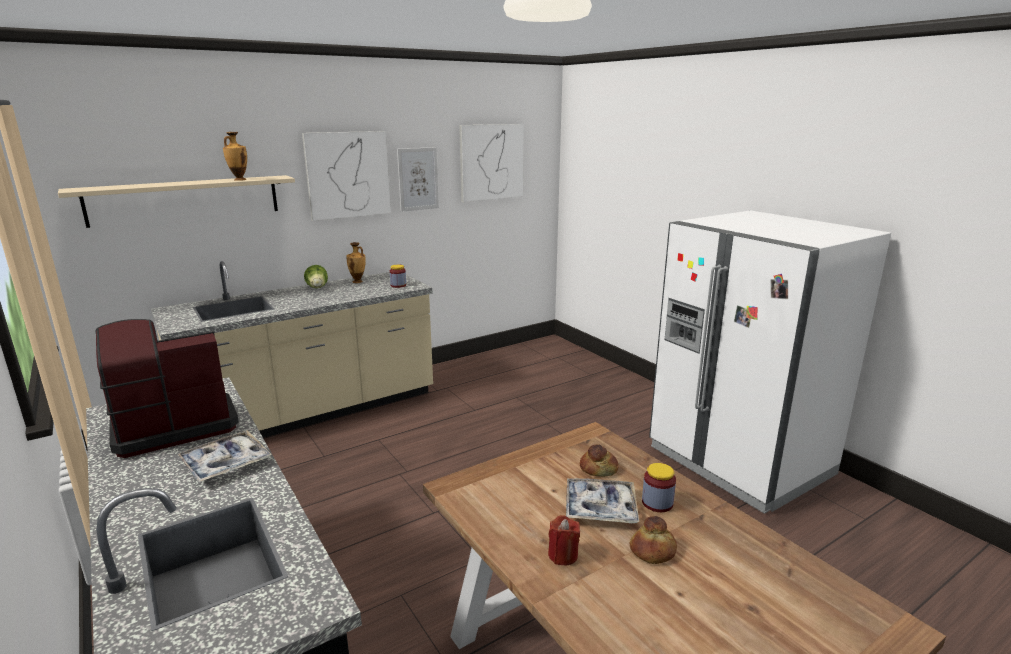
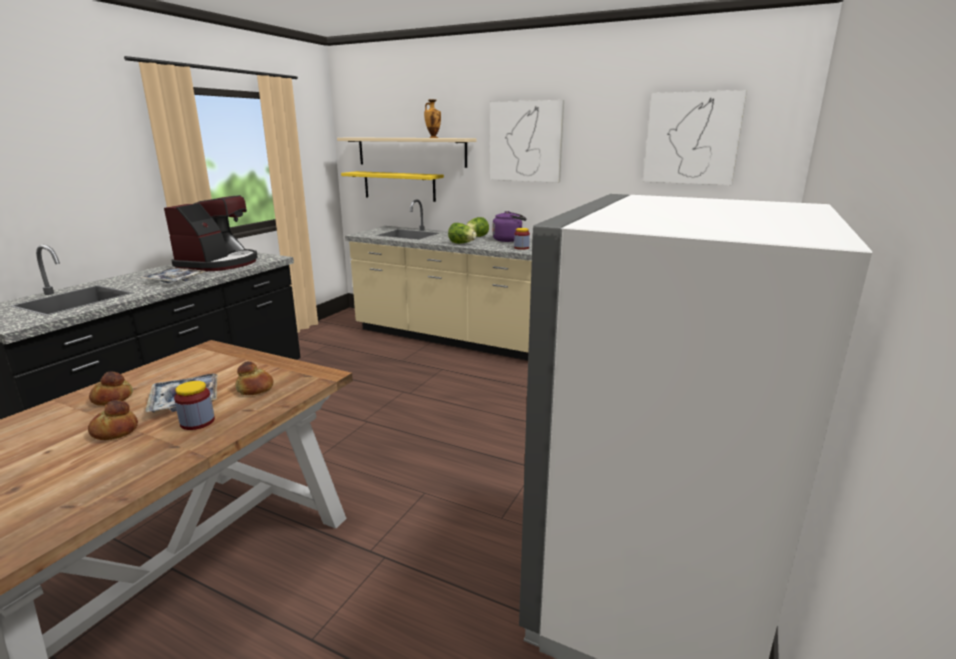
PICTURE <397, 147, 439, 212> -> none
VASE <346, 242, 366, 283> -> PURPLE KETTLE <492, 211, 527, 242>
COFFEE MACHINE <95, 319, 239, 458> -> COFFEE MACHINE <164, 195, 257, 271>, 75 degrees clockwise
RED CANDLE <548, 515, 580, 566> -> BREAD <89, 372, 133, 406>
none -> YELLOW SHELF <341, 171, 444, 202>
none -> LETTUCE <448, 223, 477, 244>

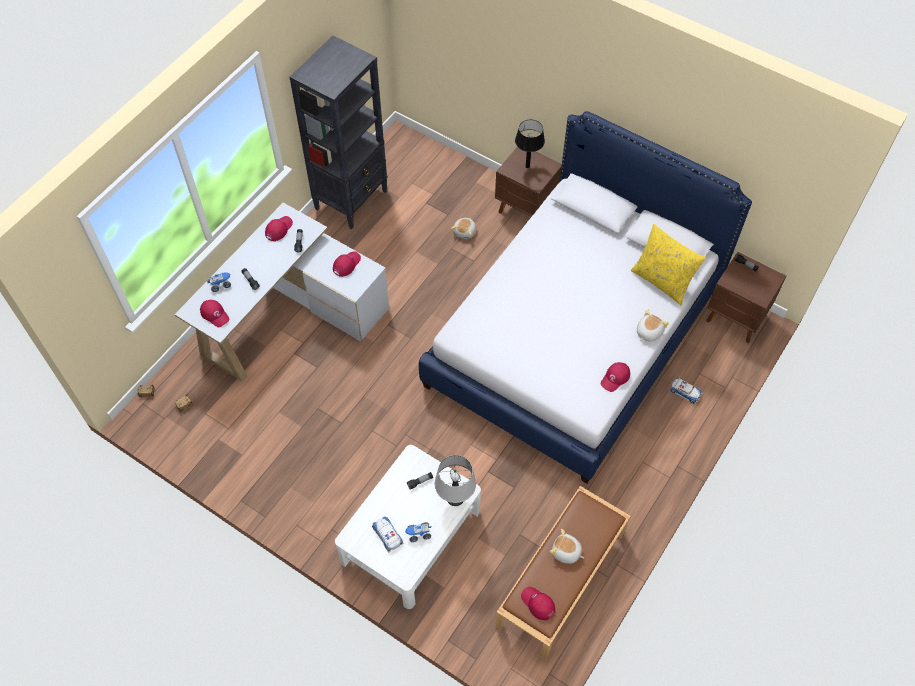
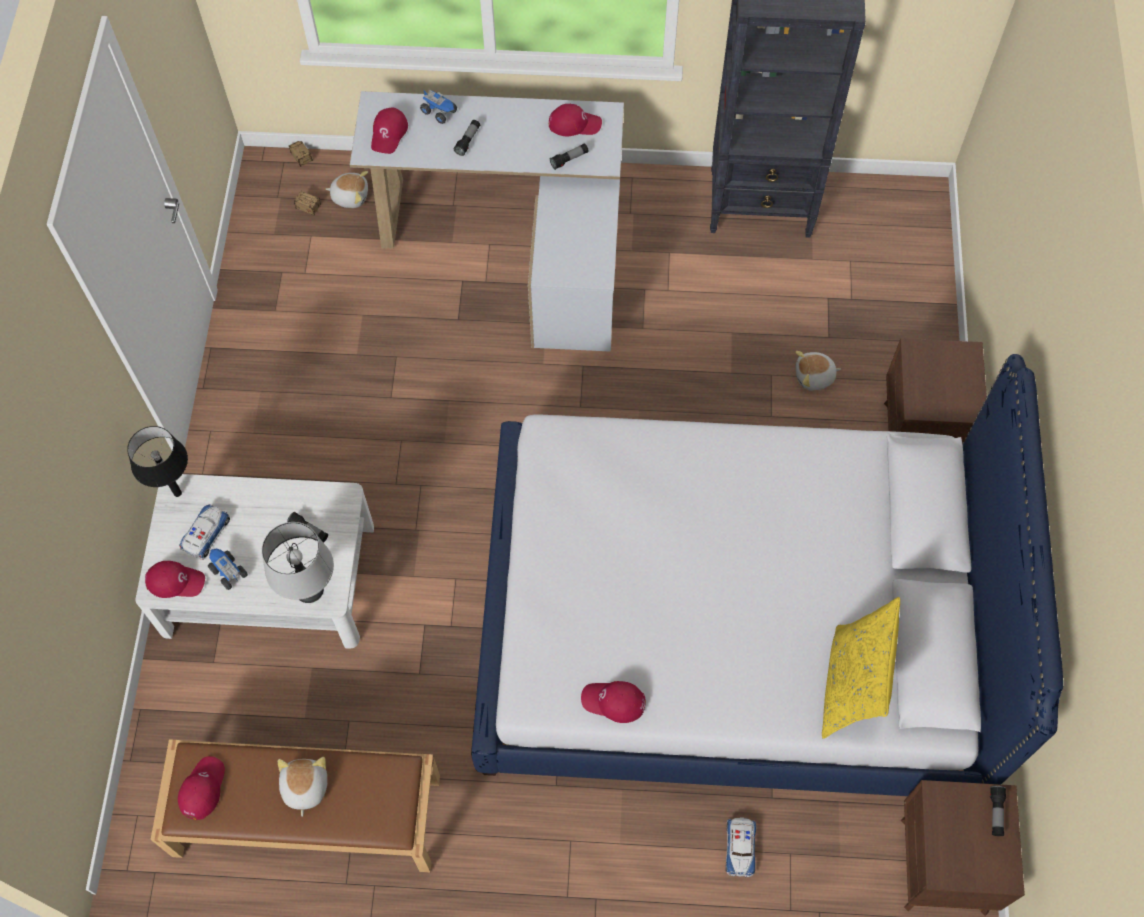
BLACK TABLE LAMP <515, 120, 545, 168> -> BLACK TABLE LAMP <127, 426, 188, 497>, move
RED CAP <333, 251, 361, 277> -> RED CAP <145, 561, 205, 598>, move
PLUSH TOY <637, 310, 669, 342> -> PLUSH TOY <325, 171, 368, 208>, move

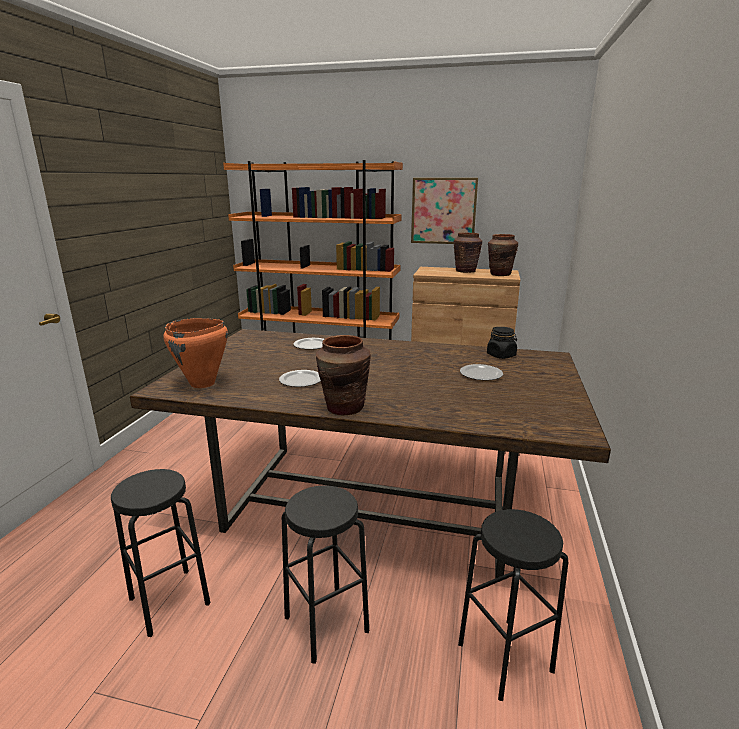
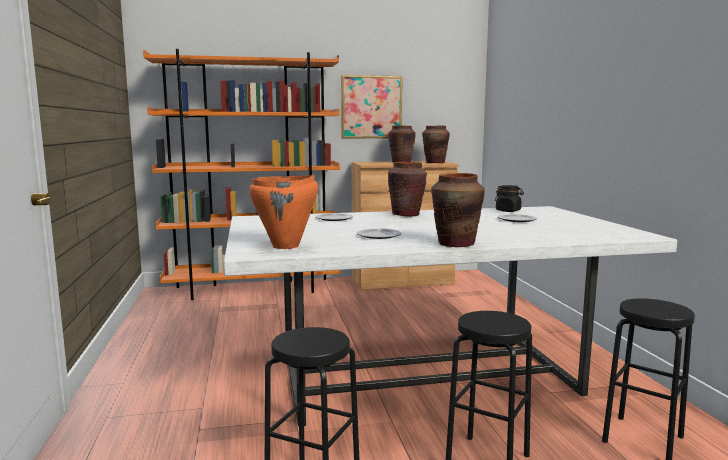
BROWN DINING TABLE <130, 329, 611, 578> -> WHITE DINING TABLE <224, 206, 677, 427>
none -> BROWN VASE <388, 162, 427, 217>

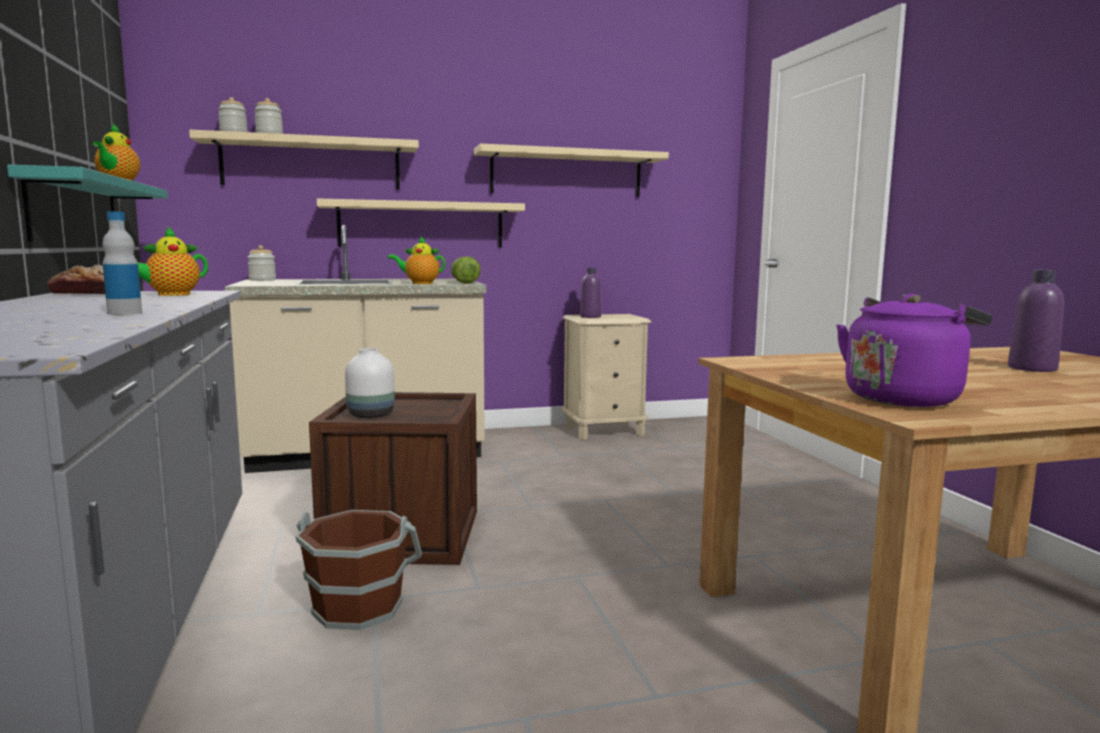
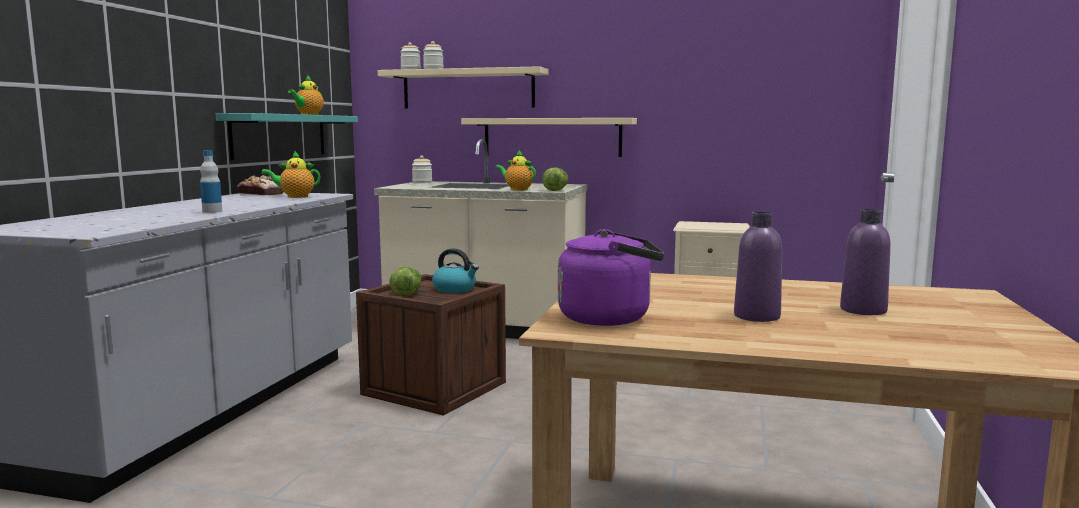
BEIGE SHELF <474, 144, 669, 197> -> none
PURPLE BOTTLE <580, 267, 601, 318> -> PURPLE BOTTLE <734, 212, 782, 322>, move
WHITE VASE <345, 348, 395, 418> -> LETTUCE <389, 267, 422, 296>
BROWN BUCKET <295, 510, 422, 630> -> none
none -> KETTLE <432, 248, 479, 293>

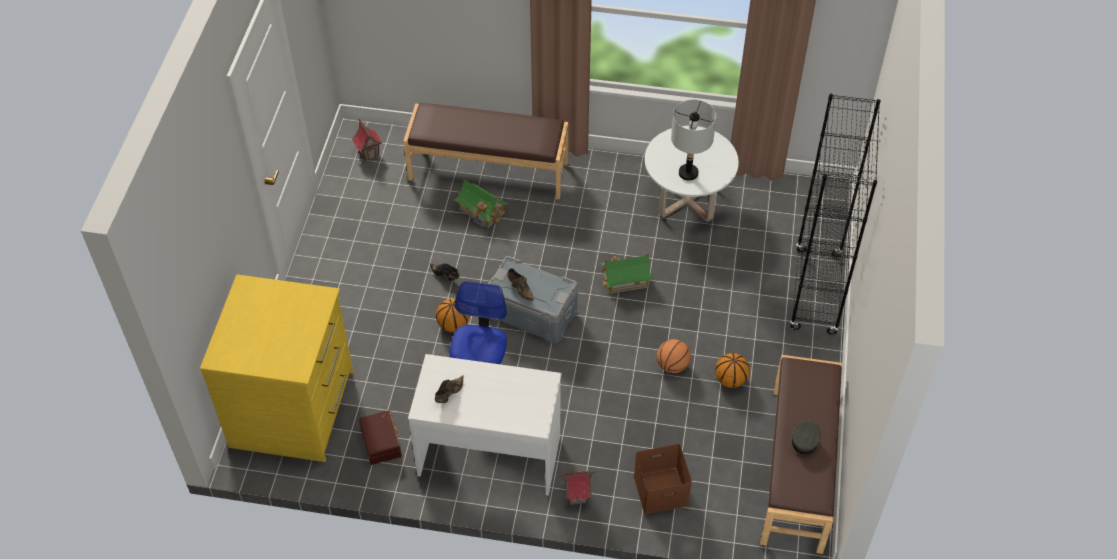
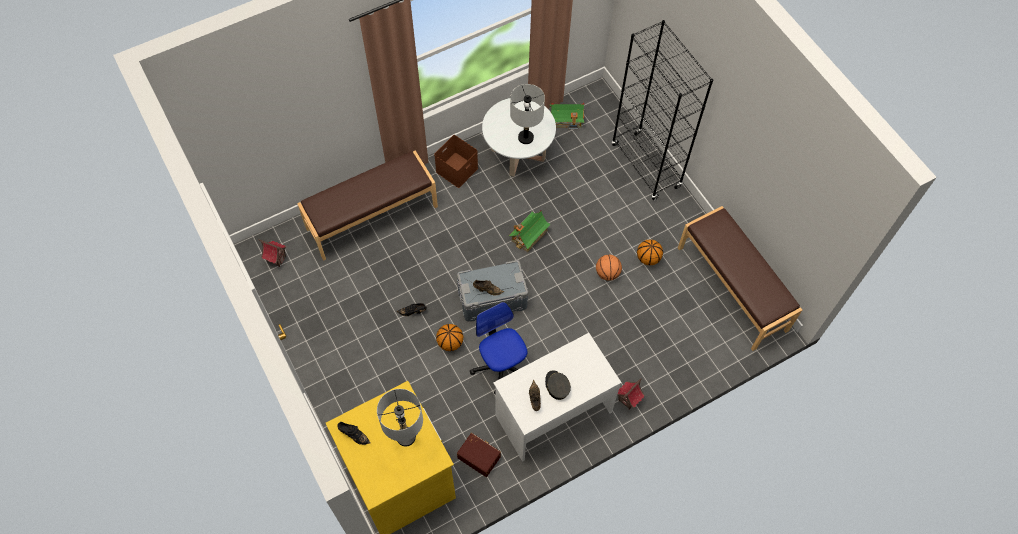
TOY HOUSE <455, 178, 508, 228> -> TOY HOUSE <549, 103, 585, 129>, move
GREY CAP <791, 420, 821, 454> -> GREY CAP <545, 370, 571, 400>, move
BROWN STORAGE BOX <634, 444, 692, 514> -> BROWN STORAGE BOX <434, 135, 478, 188>, move
none -> GREY TABLE LAMP <377, 389, 423, 446>
none -> BLACK SHOE <338, 422, 371, 445>

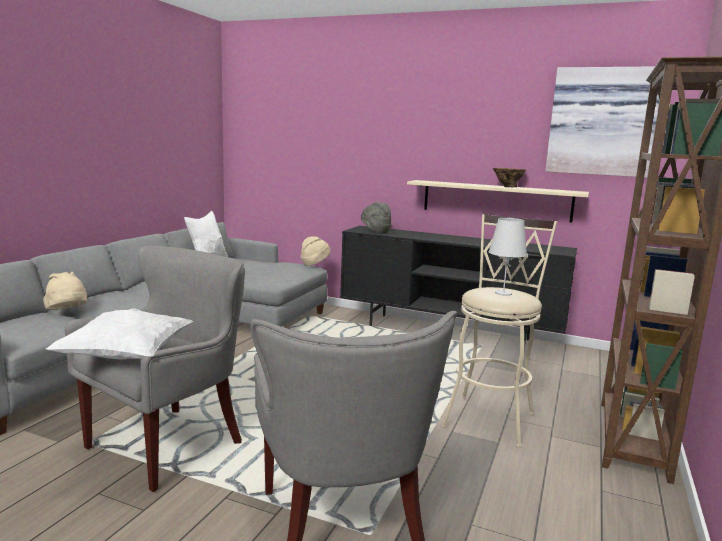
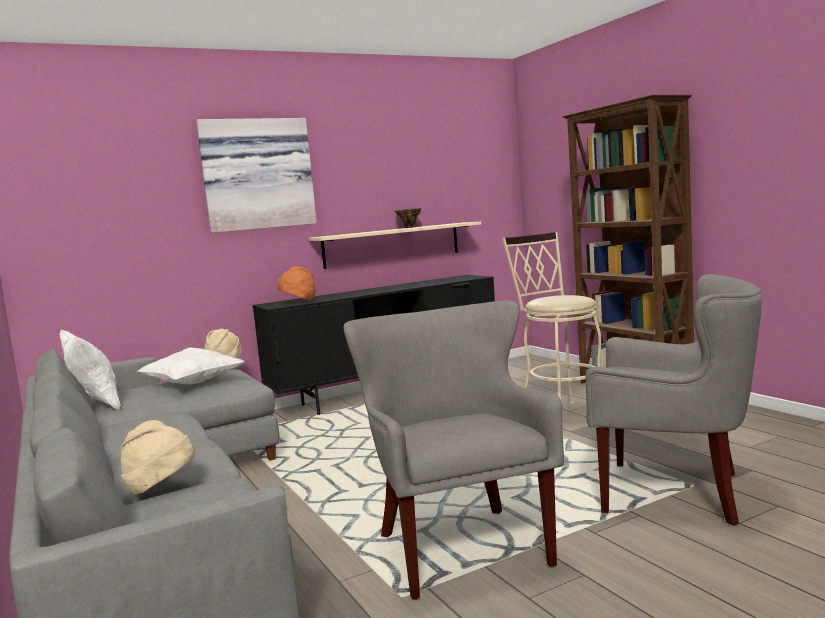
PICTURE <545, 66, 659, 178> -> PICTURE <196, 118, 317, 233>, move
GREY HAT <361, 202, 392, 234> -> ORANGE HAT <277, 266, 316, 301>
WHITE TABLE LAMP <489, 218, 527, 296> -> none
WHITE PILLOW <46, 308, 193, 360> -> WHITE PILLOW <137, 348, 245, 384>, move

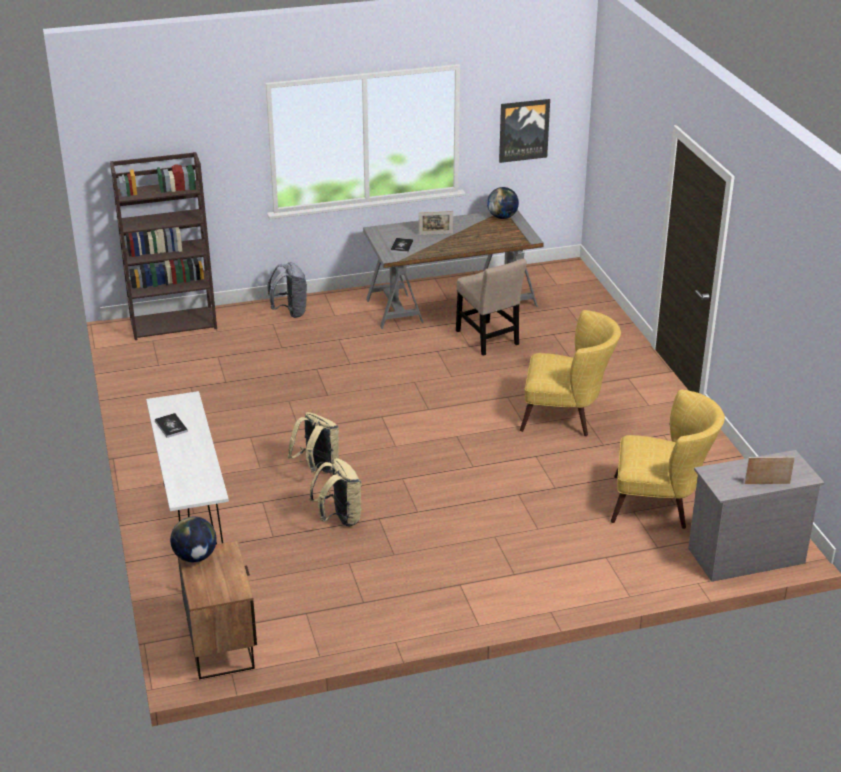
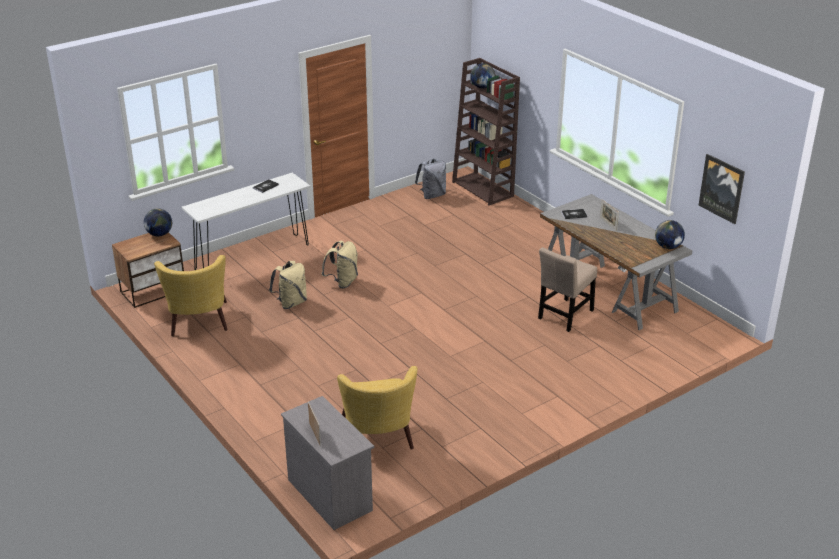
GREY BACKPACK <267, 262, 307, 318> -> GREY BACKPACK <415, 158, 446, 199>, move
YELLOW ARMCHAIR <520, 310, 621, 436> -> YELLOW ARMCHAIR <154, 255, 228, 336>, move
none -> GLOBE <470, 63, 495, 88>

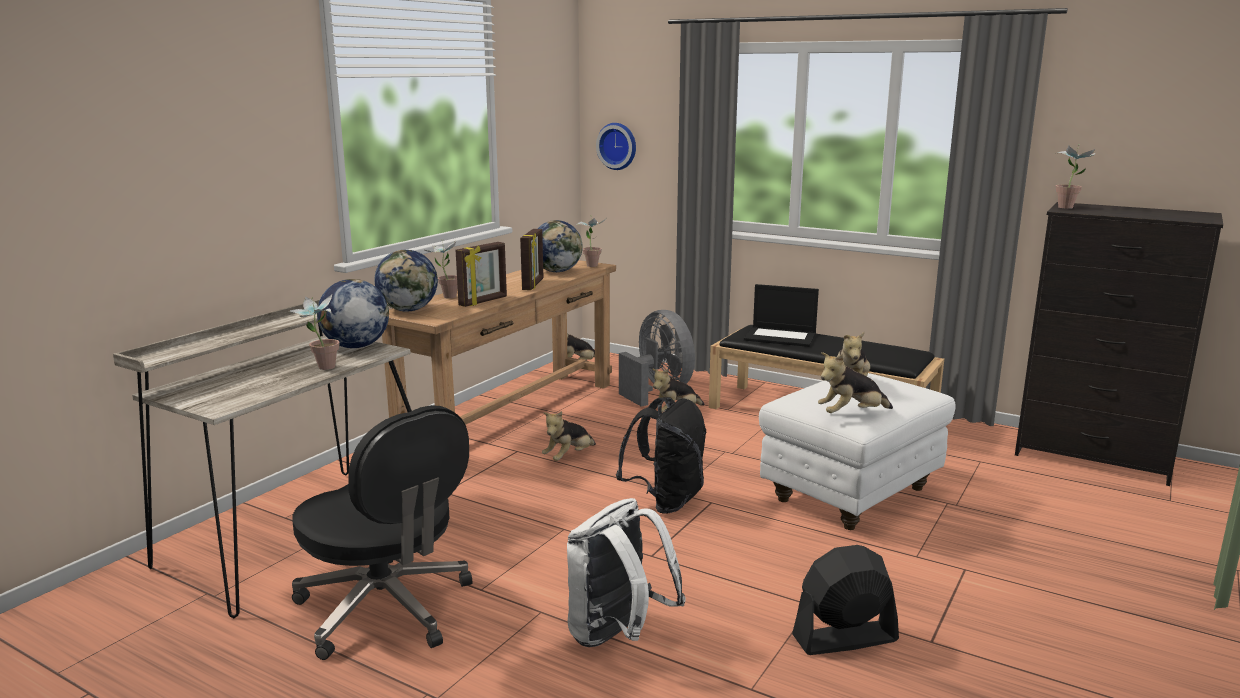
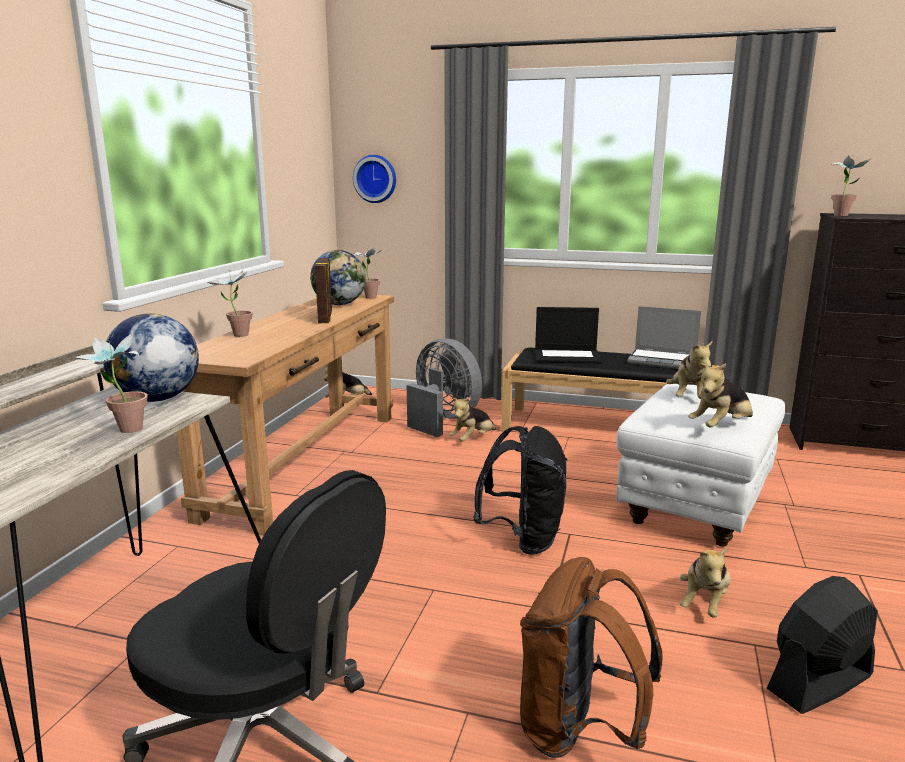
PICTURE FRAME <456, 242, 507, 307> -> none
GLOBE <374, 250, 438, 311> -> none
PLUSH TOY <542, 411, 596, 461> -> PLUSH TOY <680, 547, 731, 618>, move
WHITE BACKPACK <567, 498, 686, 647> -> BROWN BACKPACK <520, 557, 662, 758>
none -> LAPTOP <627, 306, 701, 369>

